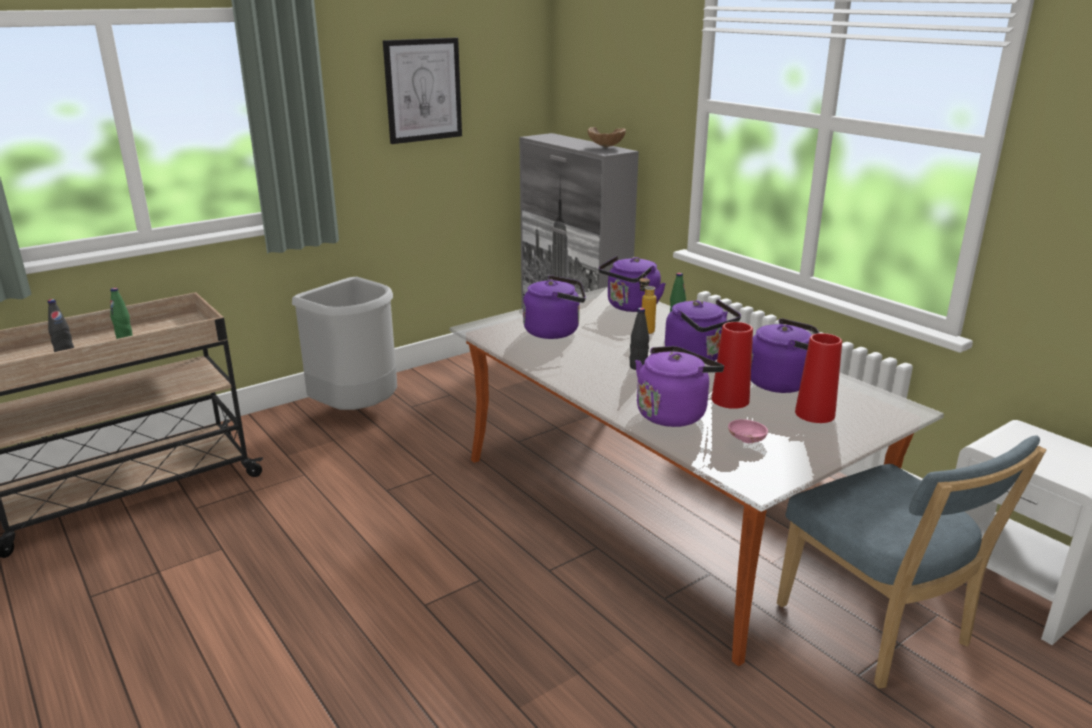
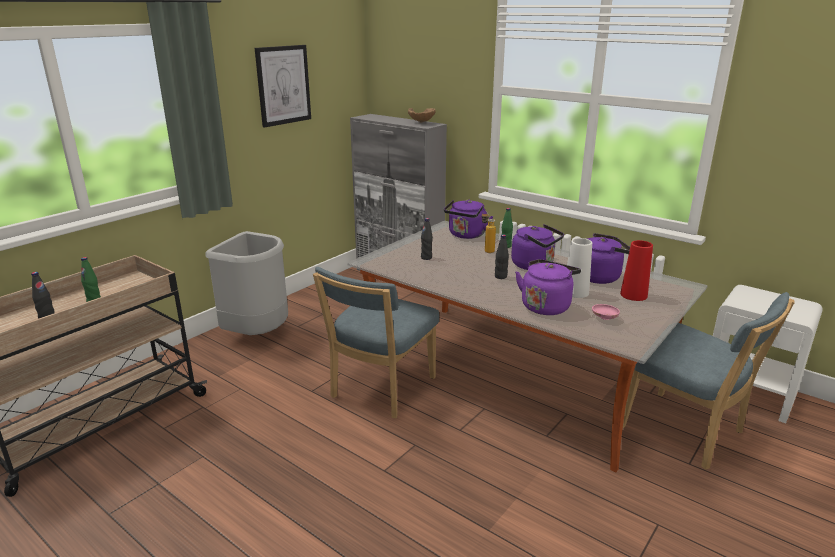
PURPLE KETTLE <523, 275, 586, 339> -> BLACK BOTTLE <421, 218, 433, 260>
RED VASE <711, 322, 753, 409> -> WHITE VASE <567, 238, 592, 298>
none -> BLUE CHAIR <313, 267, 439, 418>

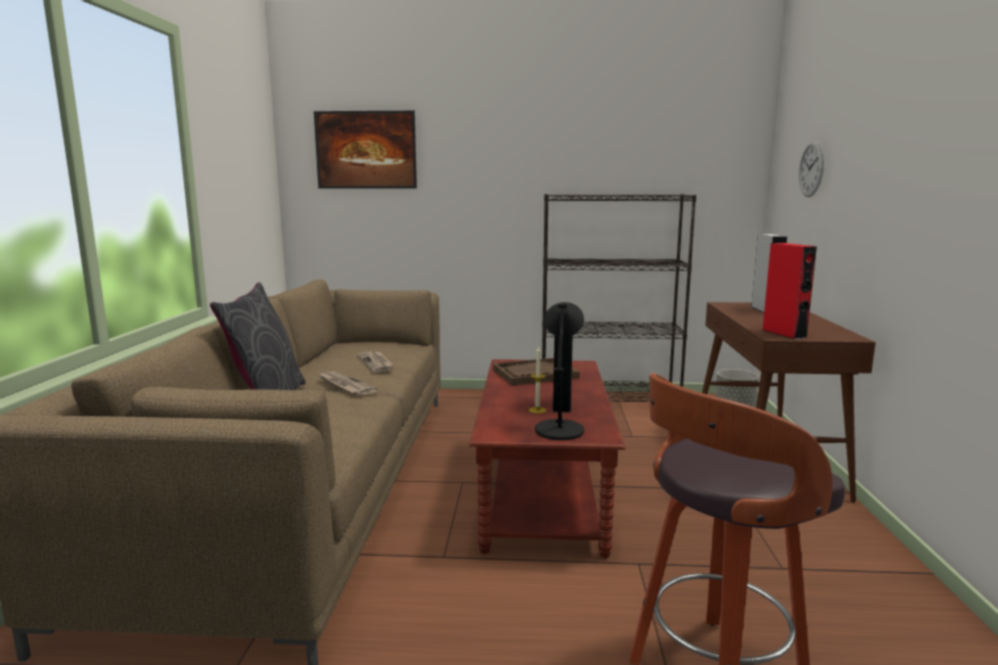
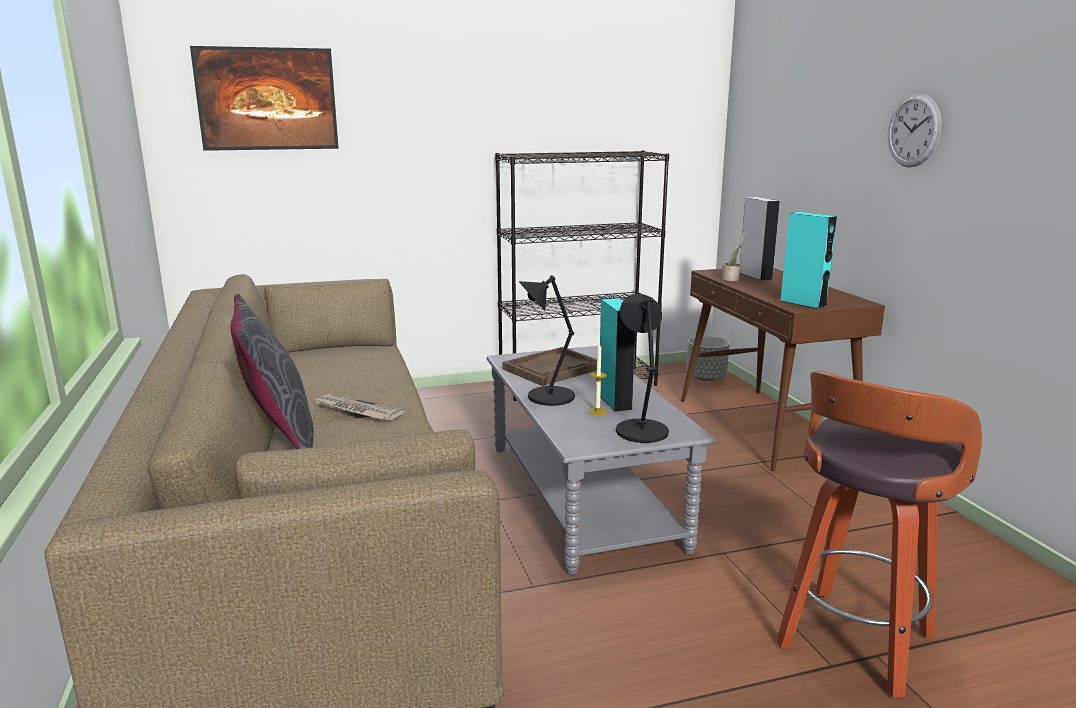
WALL CLOCK <799, 141, 824, 197> -> WALL CLOCK <888, 93, 942, 167>, move
RED SPEAKER <763, 243, 817, 339> -> TURQUOISE SPEAKER <781, 212, 837, 309>
NEWSPAPER <357, 351, 394, 373> -> none
BROWN COFFEE TABLE <469, 359, 626, 558> -> GREY COFFEE TABLE <487, 346, 717, 575>
none -> POTTED PLANT <722, 231, 746, 281>
none -> BLACK TABLE LAMP <519, 275, 575, 406>

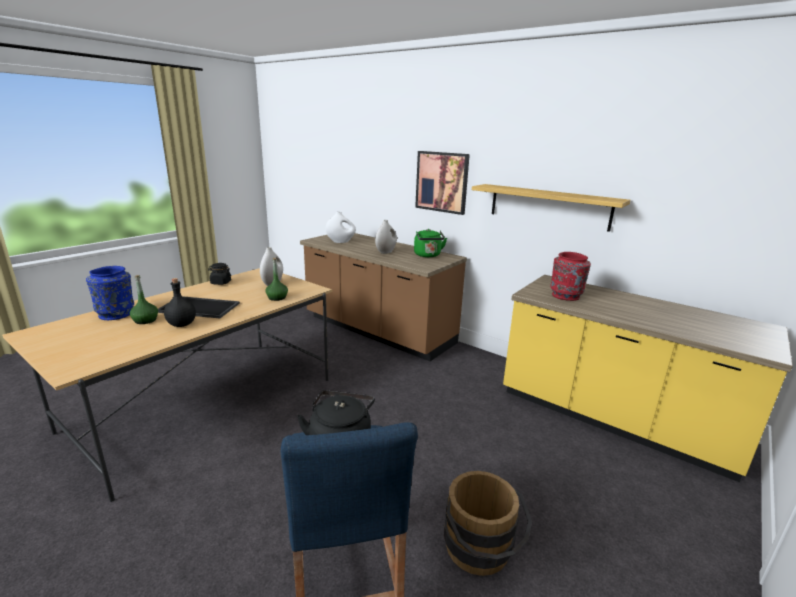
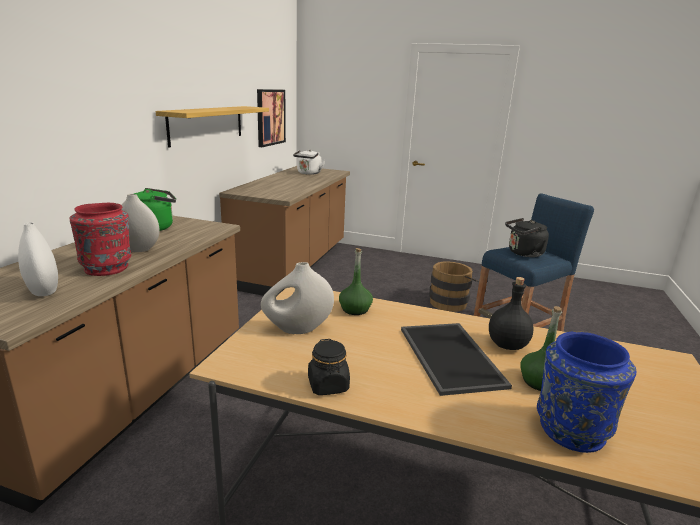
PICTURE <415, 151, 470, 215> -> PICTURE <257, 89, 286, 147>, move
RED VASE <550, 252, 591, 301> -> RED VASE <70, 203, 131, 276>, move
YELLOW COUNTER <503, 275, 793, 482> -> BROWN COUNTER <219, 166, 350, 296>
none -> WHITE KETTLE <293, 149, 325, 175>

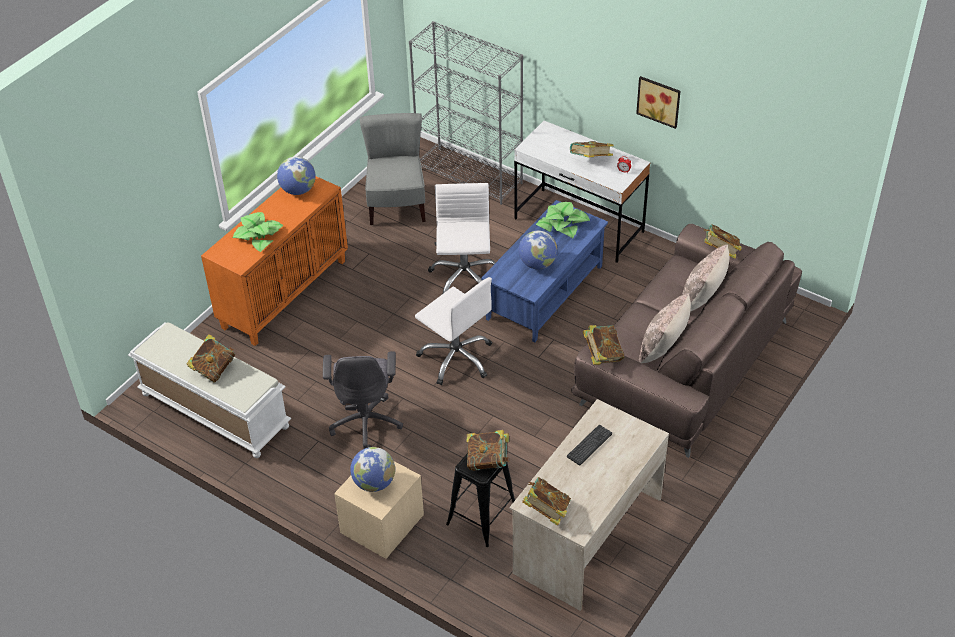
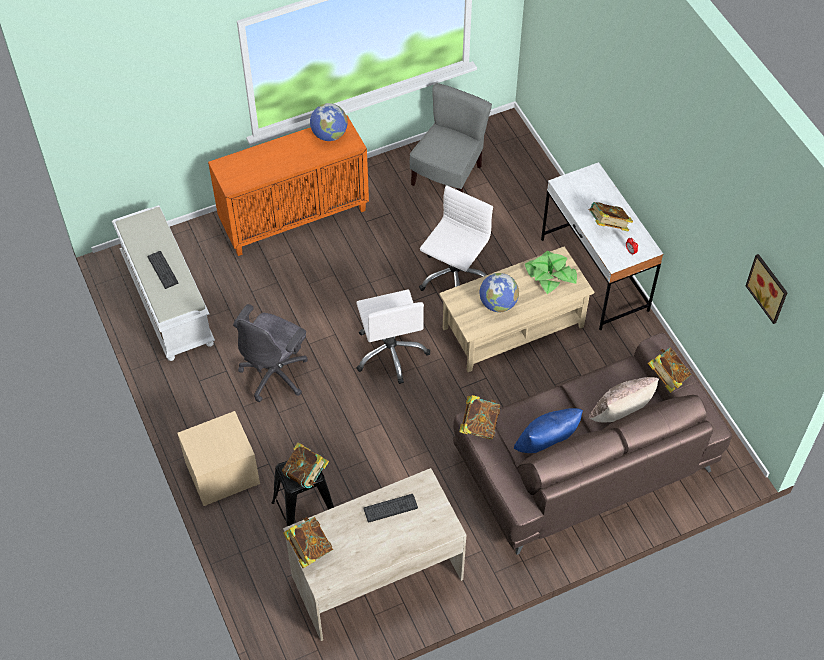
GREY BOOKCASE <409, 21, 523, 205> -> none
PICTURE <636, 76, 681, 129> -> PICTURE <746, 254, 788, 324>, move
BLUE COFFEE TABLE <481, 200, 608, 342> -> BEIGE COFFEE TABLE <439, 246, 594, 372>
POTTED PLANT <232, 212, 283, 252> -> none
BEIGE PILLOW <639, 293, 691, 363> -> BLUE PILLOW <514, 408, 583, 453>
BOOK <186, 334, 235, 383> -> KEYBOARD <148, 251, 178, 289>
GLOBE <350, 447, 395, 492> -> none

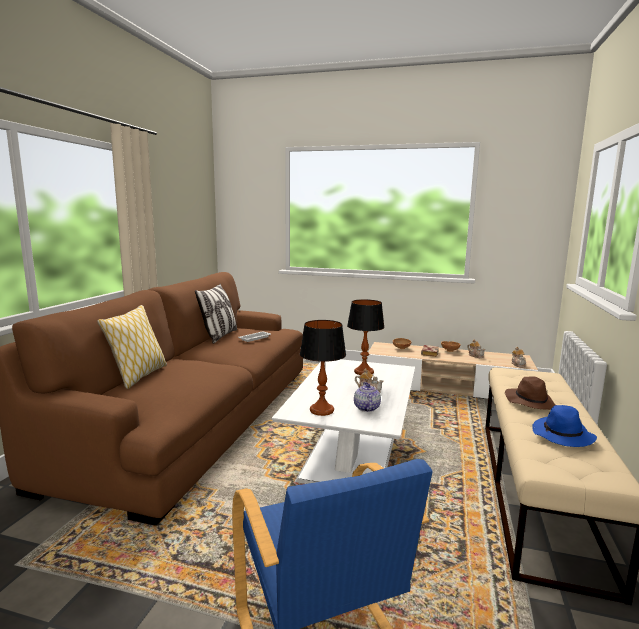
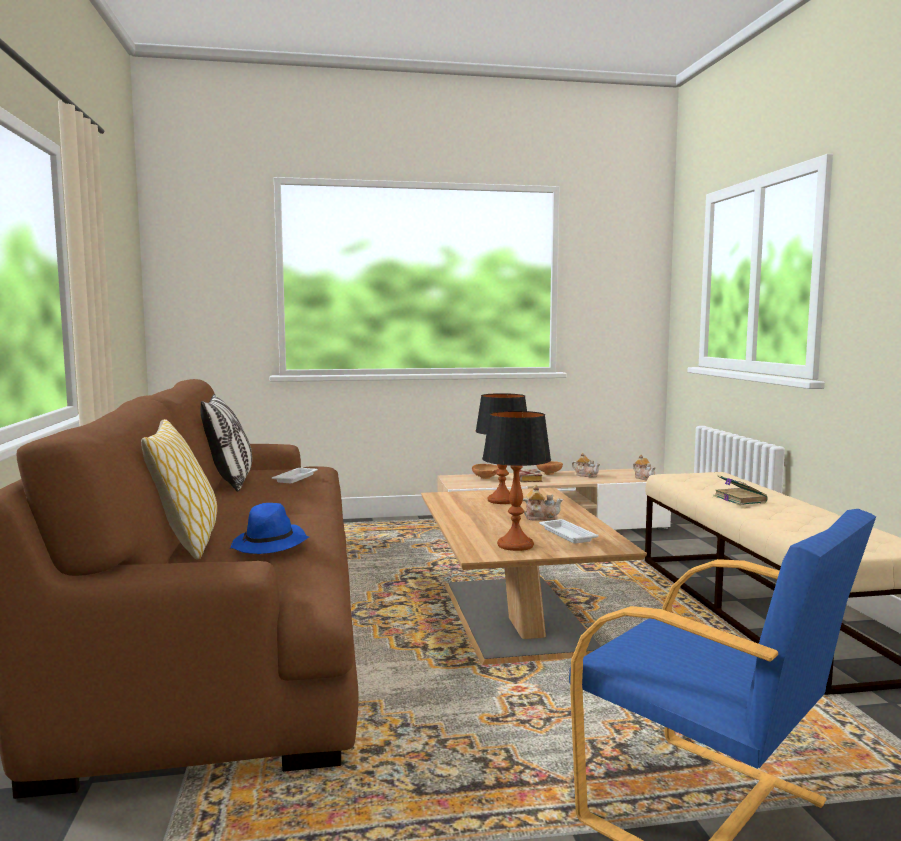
WHITE COFFEE TABLE <272, 359, 415, 484> -> BROWN COFFEE TABLE <421, 488, 647, 665>
BROWN HAT <505, 376, 555, 410> -> BOOK <714, 475, 768, 505>
TEAPOT <354, 382, 381, 412> -> WHITE TRAY <539, 519, 599, 543>
BLUE HAT <532, 405, 597, 447> -> BLUE HAT <229, 503, 309, 554>, move

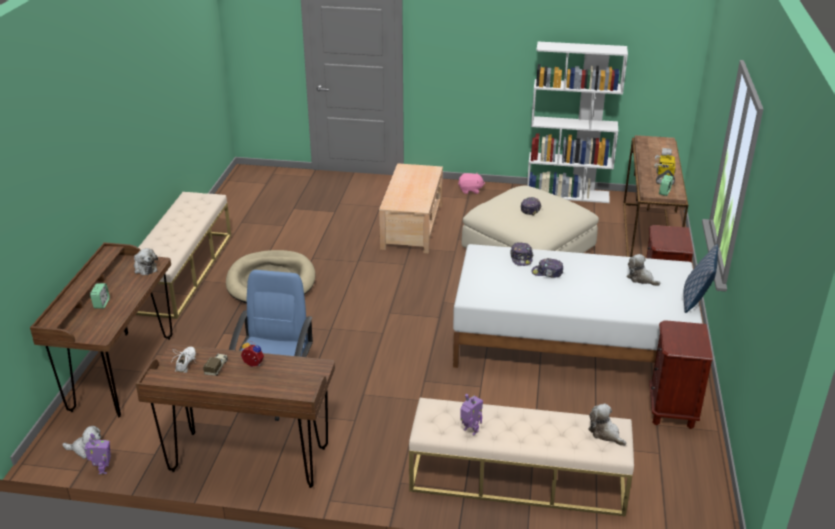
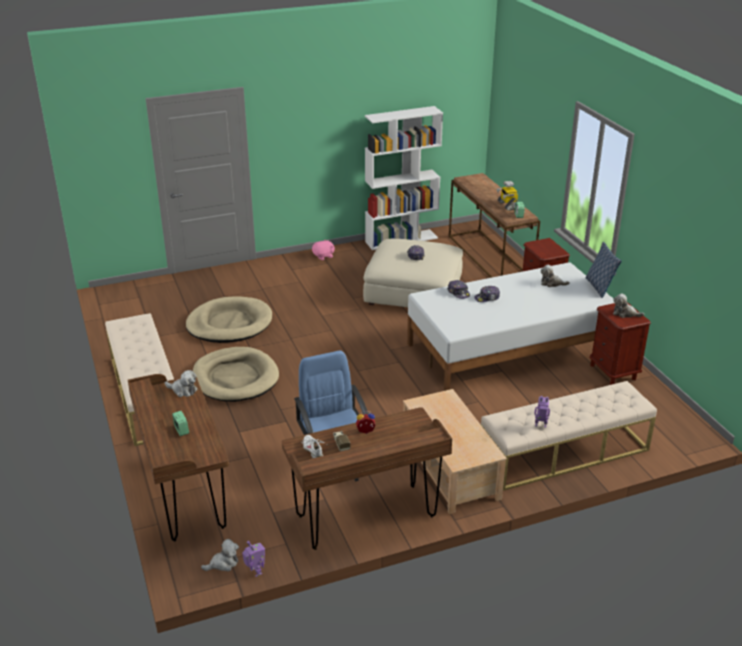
BEIGE COFFEE TABLE <379, 163, 443, 254> -> BEIGE COFFEE TABLE <403, 389, 507, 514>, move
PLUSH TOY <588, 404, 626, 446> -> PLUSH TOY <613, 293, 644, 318>, move
none -> BEIGE DOG BED <186, 296, 272, 343>

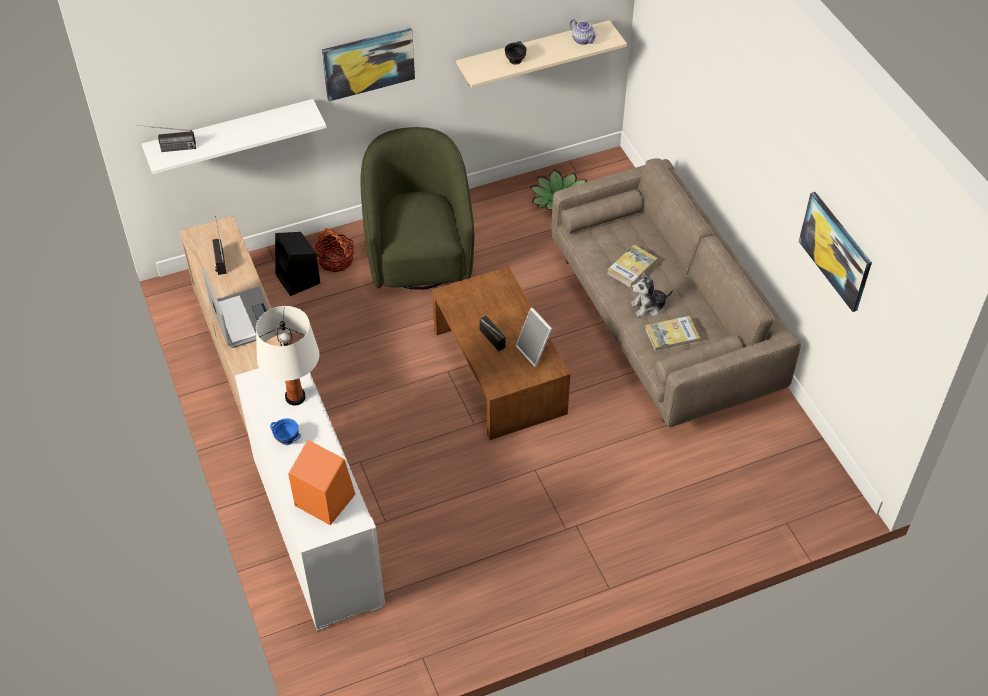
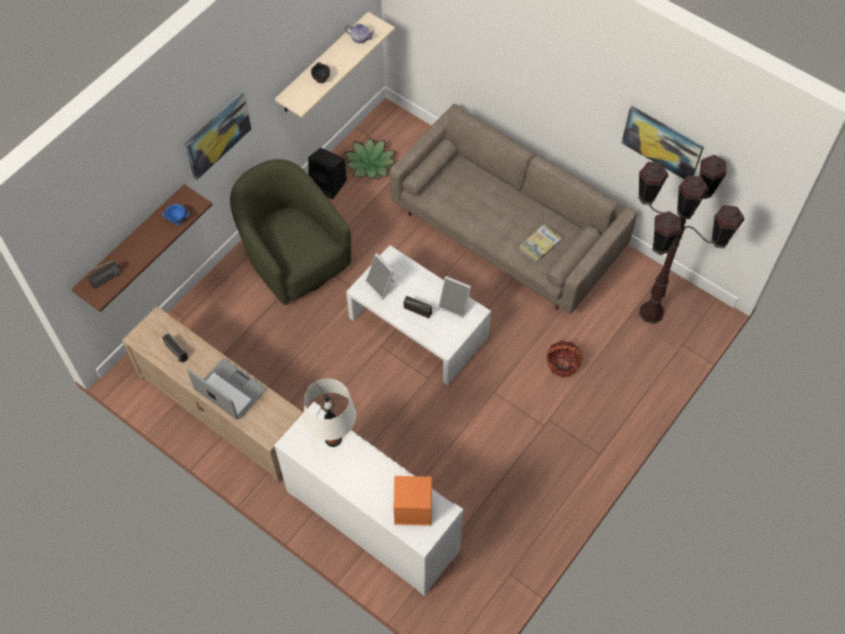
WHITE SHELF <142, 99, 327, 174> -> BROWN SHELF <71, 184, 213, 312>
BASKET <314, 228, 354, 273> -> BASKET <547, 340, 584, 377>, move
BLACK SPEAKER <275, 232, 320, 296> -> BLACK SPEAKER <308, 148, 347, 200>, move
BOOK <607, 245, 657, 288> -> none
BROWN COFFEE TABLE <432, 266, 570, 440> -> WHITE COFFEE TABLE <346, 245, 491, 385>
PLUSH TOY <631, 271, 673, 317> -> none
BLUE BOWL <270, 418, 301, 445> -> BLUE BOWL <162, 204, 189, 225>, move
none -> BROWN FLOOR LAMP <638, 155, 744, 324>
none -> PICTURE FRAME <365, 253, 395, 300>

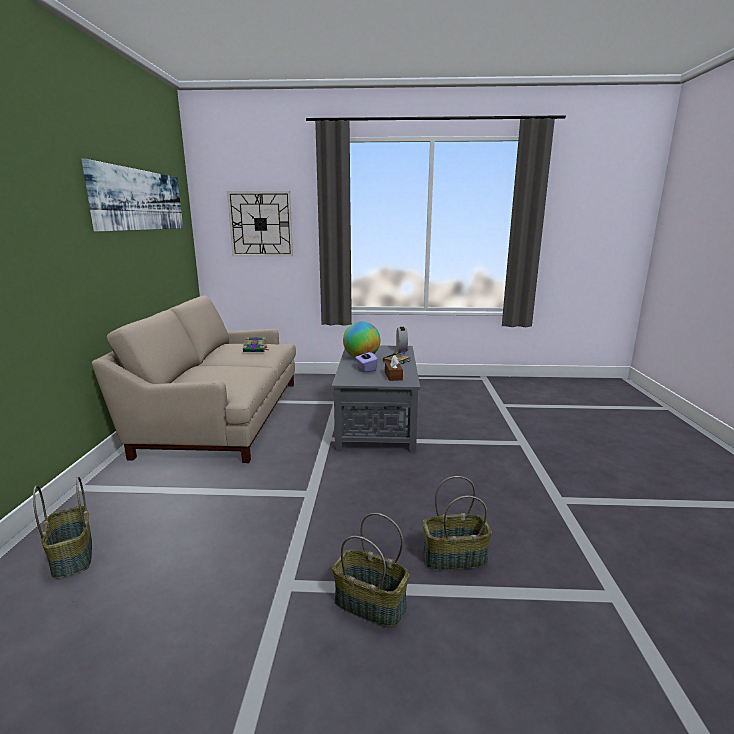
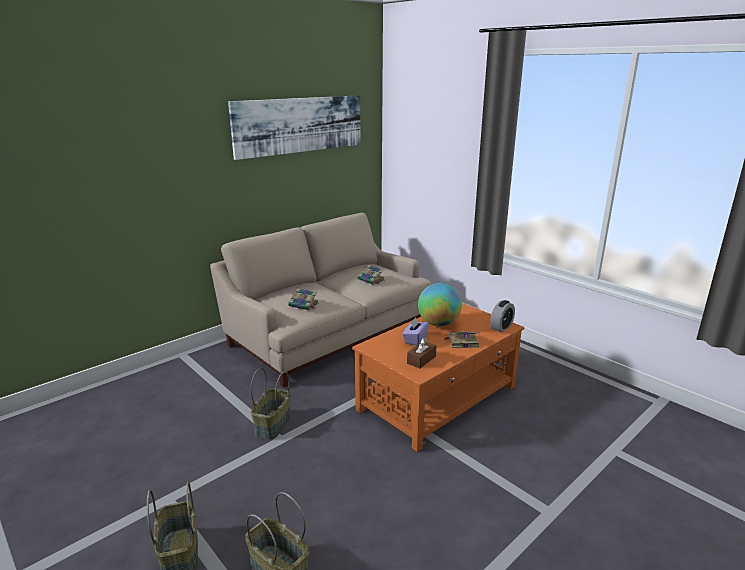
WALL CLOCK <227, 191, 293, 256> -> none
GREY COFFEE TABLE <332, 346, 420, 452> -> ORANGE COFFEE TABLE <352, 303, 525, 452>
BASKET <33, 476, 92, 579> -> BASKET <251, 368, 291, 440>, move
none -> BOOK <288, 288, 319, 310>

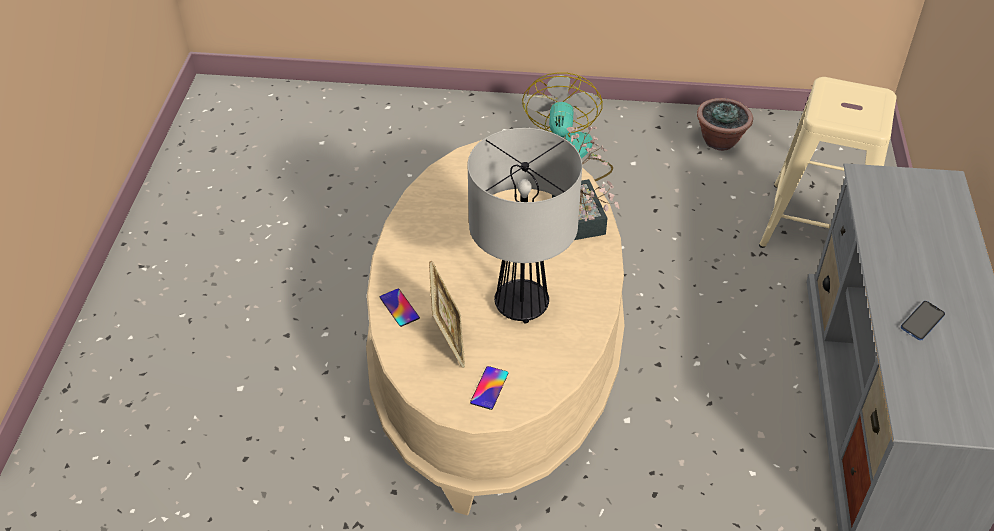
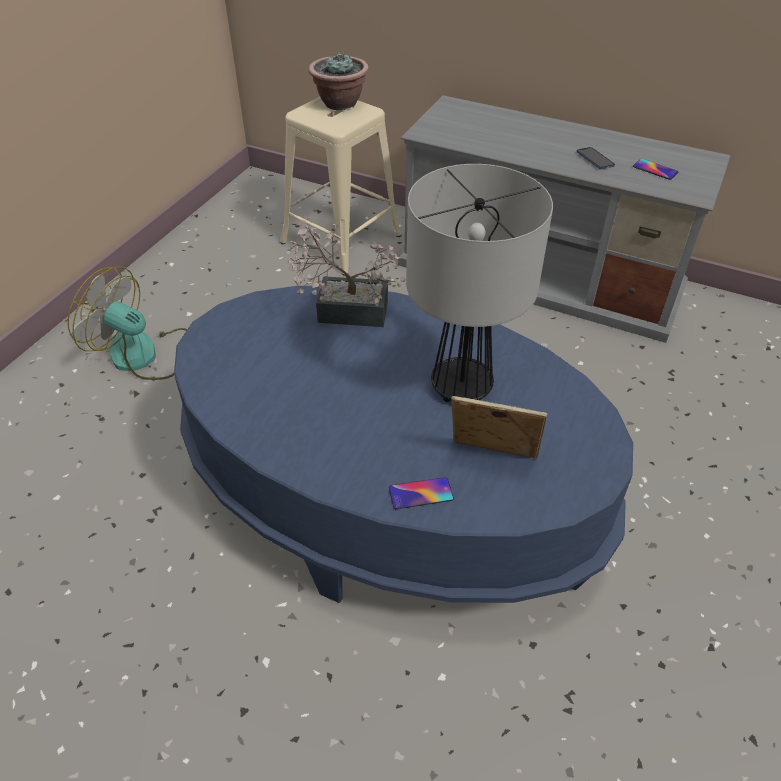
POTTED PLANT <697, 98, 753, 151> -> POTTED PLANT <308, 52, 369, 110>, move
BEIGE COFFEE TABLE <366, 140, 625, 515> -> BLUE COFFEE TABLE <174, 286, 633, 603>
PHONE <470, 366, 508, 410> -> PHONE <633, 159, 679, 180>, move

